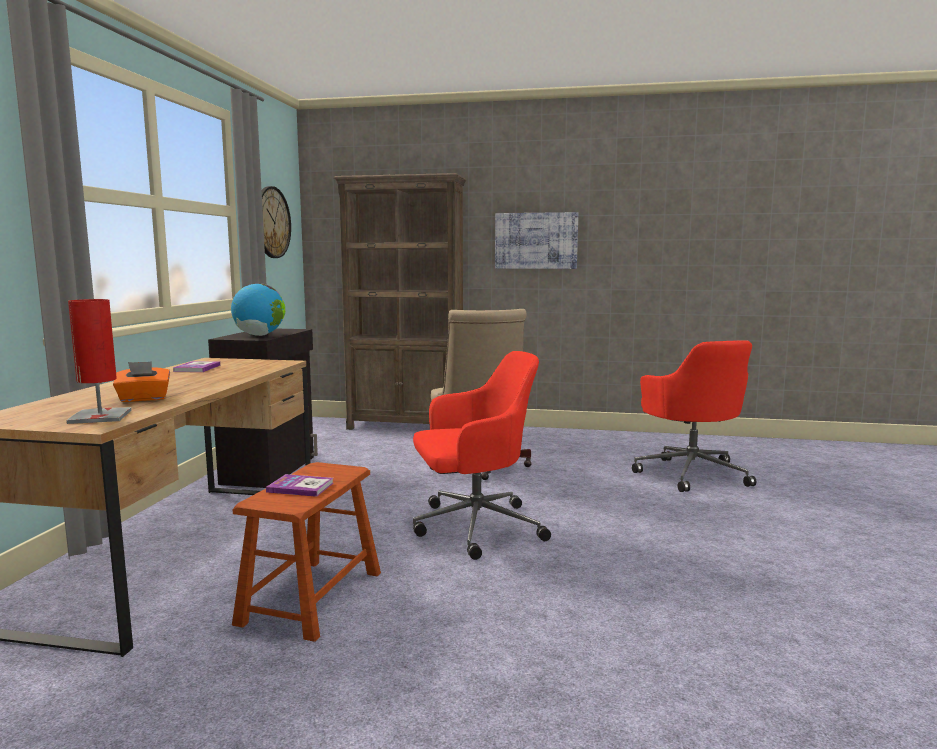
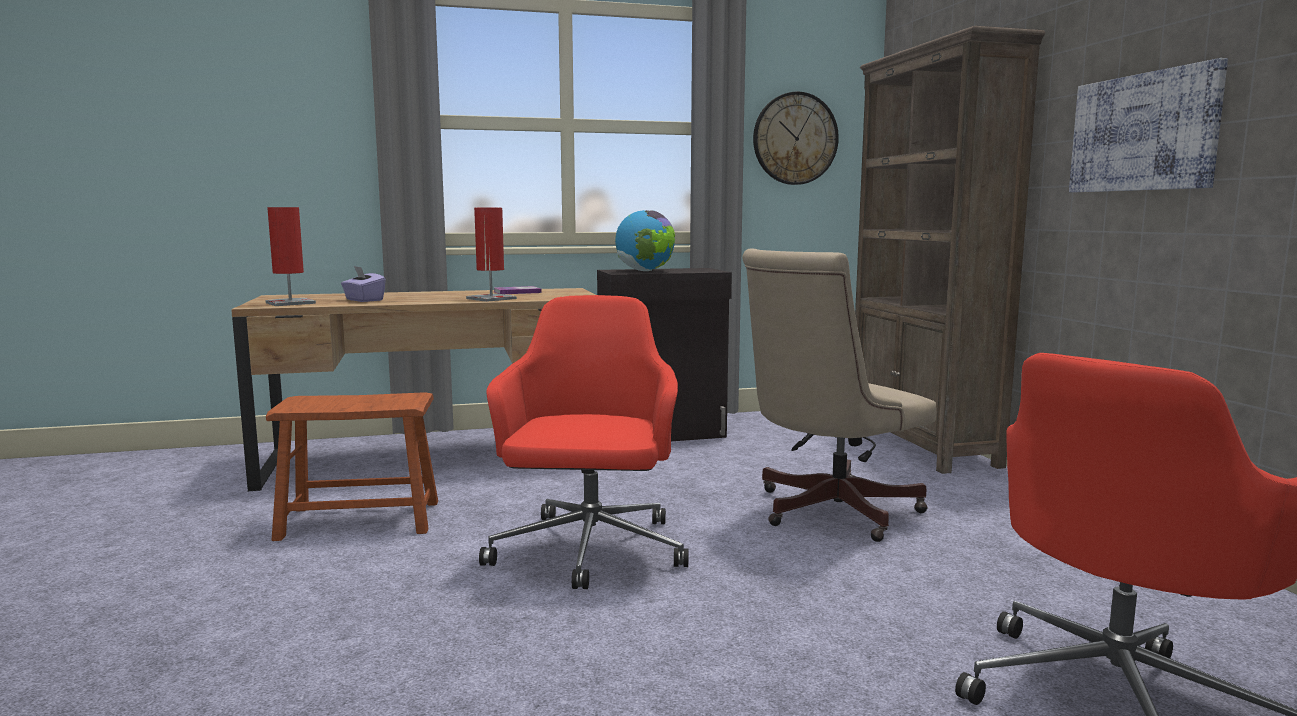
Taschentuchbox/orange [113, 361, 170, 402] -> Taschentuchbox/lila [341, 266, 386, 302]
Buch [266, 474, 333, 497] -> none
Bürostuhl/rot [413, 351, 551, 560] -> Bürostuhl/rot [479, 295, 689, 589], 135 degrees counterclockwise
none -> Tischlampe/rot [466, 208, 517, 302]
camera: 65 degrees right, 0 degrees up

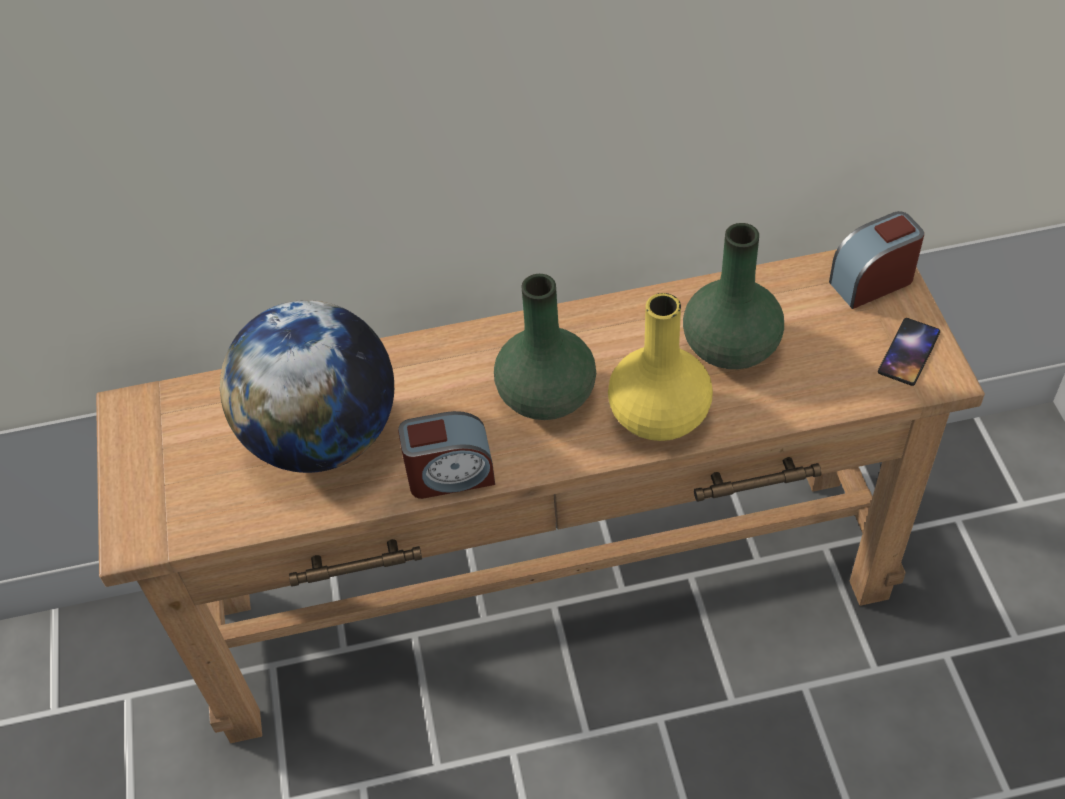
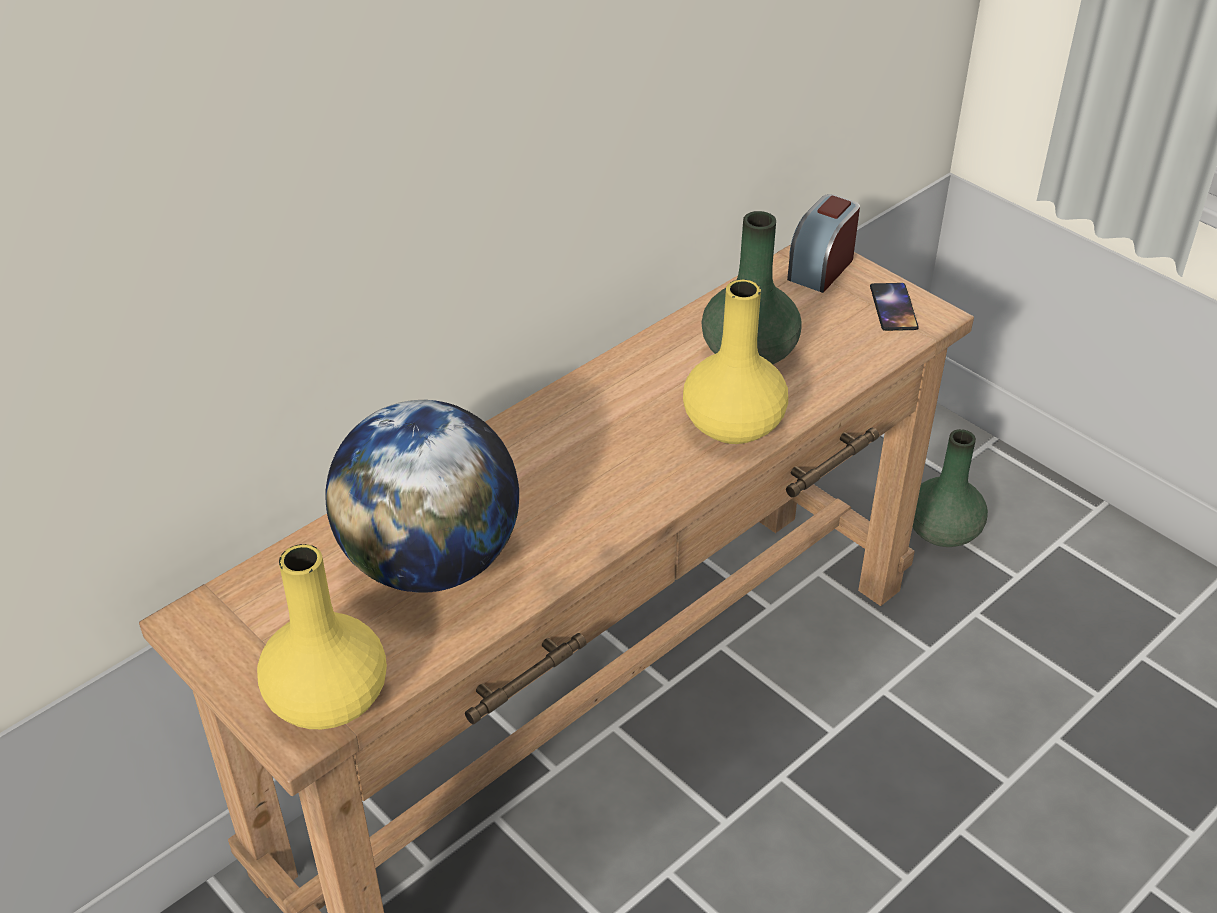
Wecker [398, 411, 495, 499] -> none
Vase/grün [494, 274, 596, 420] -> Vase/grün [913, 429, 988, 547], relocated
none -> Vase/gelb [257, 544, 387, 729]
camera: 35 degrees left, 10 degrees down

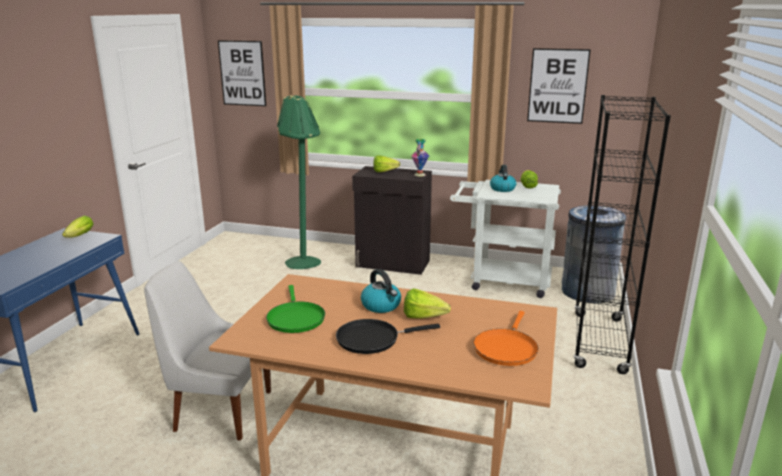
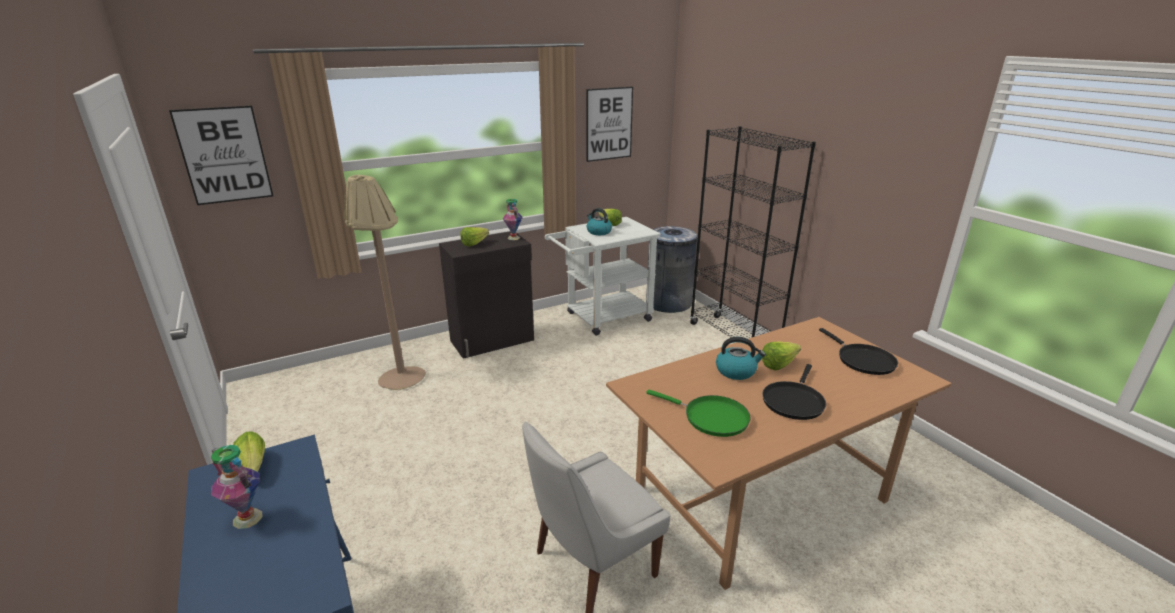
Stehlampe/grün [277, 95, 321, 269] -> Stehlampe/beige [343, 175, 426, 390]
Pfanne/orange [474, 311, 539, 366] -> Pfanne/schwarz [819, 328, 898, 375]
none -> Vase [211, 445, 262, 529]
camera: 45 degrees left, 5 degrees up

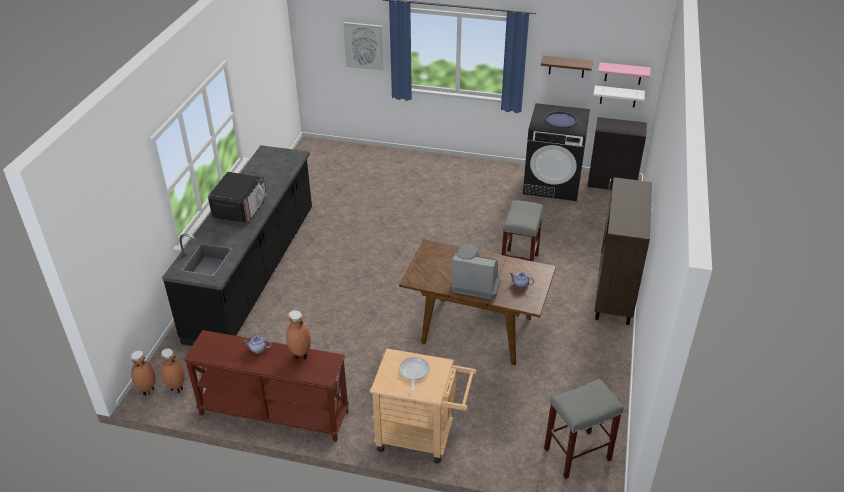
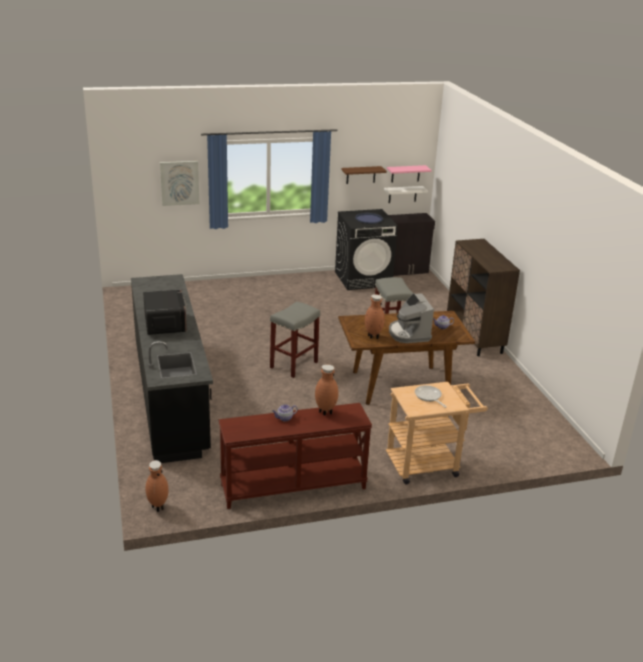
Vase/braun [161, 348, 185, 393] -> Vase/braun [365, 294, 385, 339], relocated
Kaffeemaschine [450, 244, 501, 299] -> Kaffeemaschine [389, 293, 434, 343], 90 degrees counterclockwise
Hocker/grau [544, 379, 624, 479] -> Hocker/grau [270, 302, 320, 378], relocated
camera: 30 degrees left, 10 degrees down

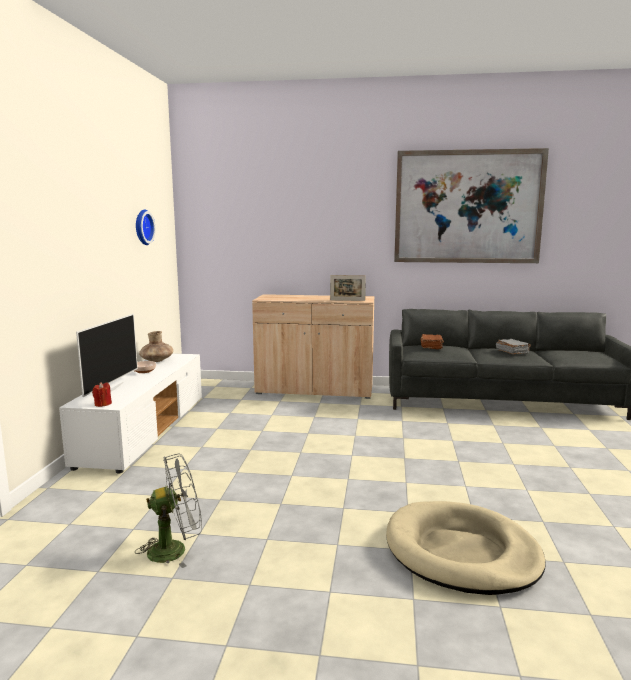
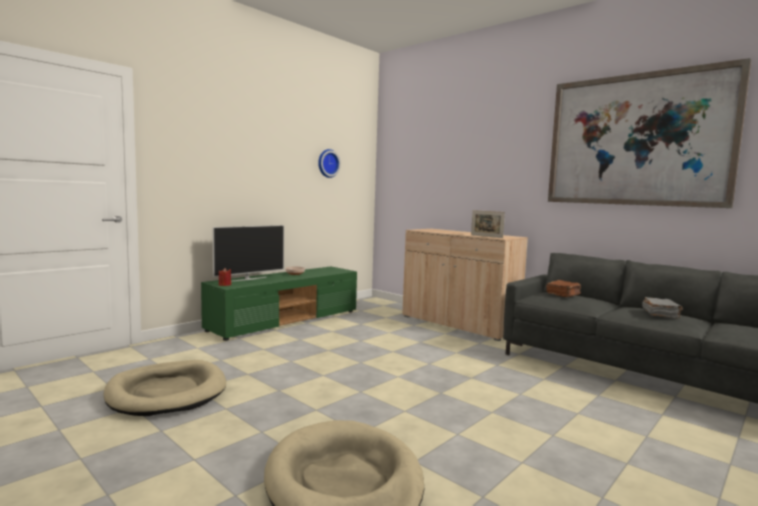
Fernsehschrank/weiß [59, 353, 202, 474] -> Fernsehschrank/grün [201, 267, 357, 341]
Ventilator/grau [135, 454, 202, 568] -> Hundebett/beige [103, 360, 226, 416]
Vase/braun [139, 331, 173, 362] -> none
camera: 35 degrees right, 5 degrees down

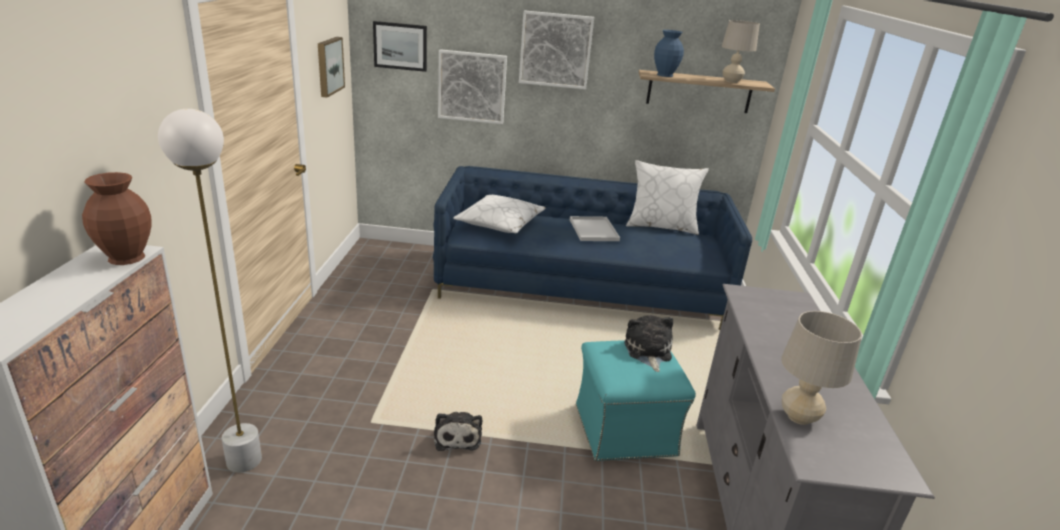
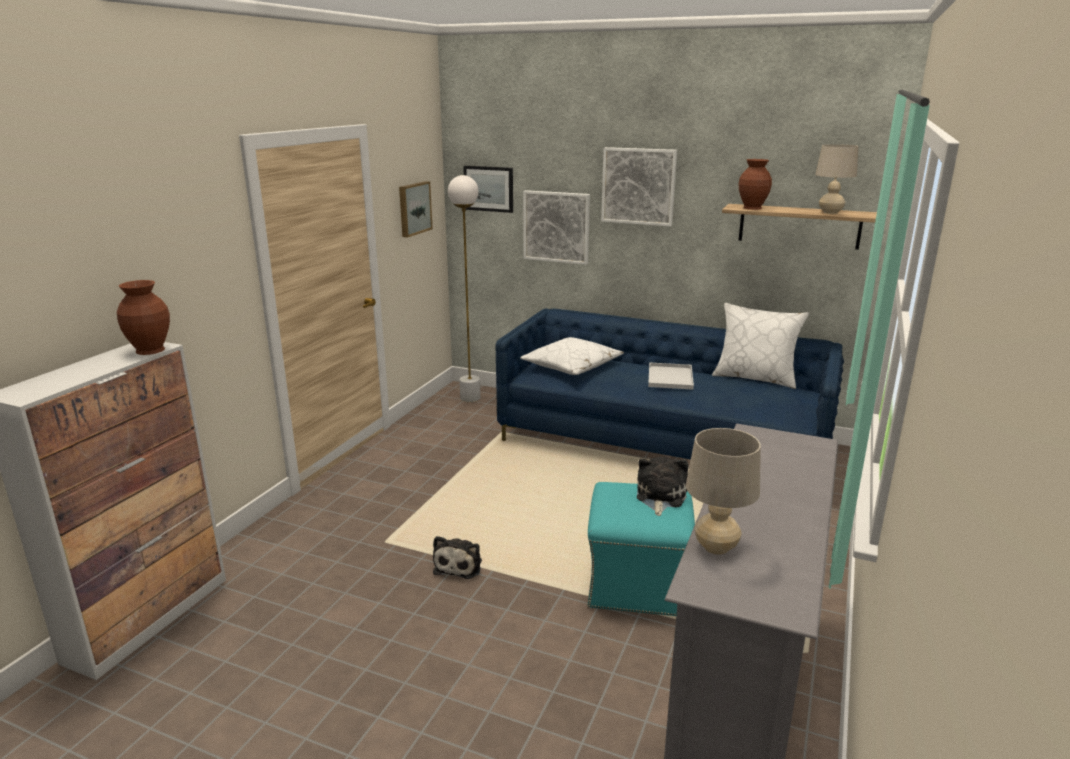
Stehlampe/weiß [158, 109, 262, 473] -> Stehlampe/weiß [448, 175, 481, 402], relocated
Vase/blau [654, 30, 684, 77] -> Vase/braun [739, 159, 772, 210]
camera: 20 degrees right, 5 degrees down

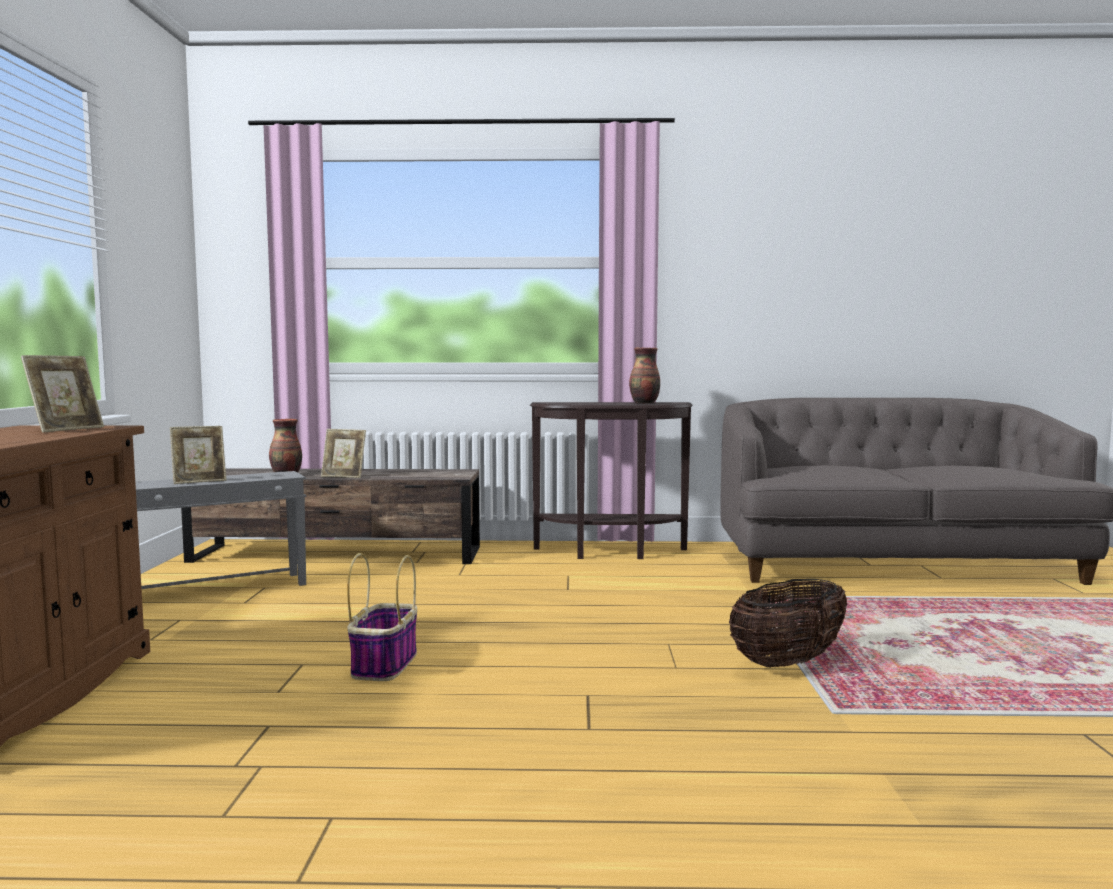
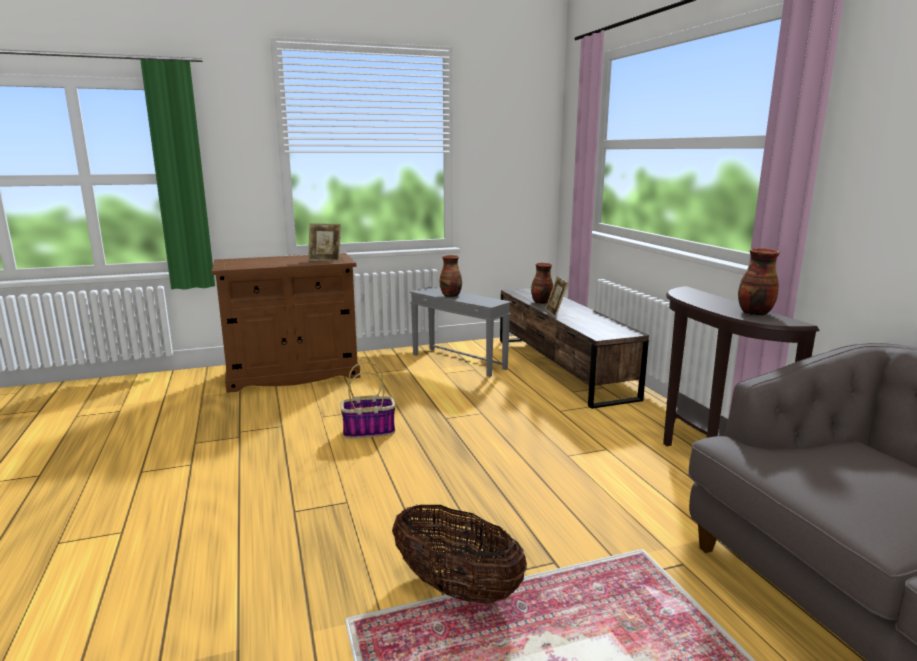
Bilderrahmen [170, 426, 227, 484] -> Vase [440, 255, 462, 297]
camera: 70 degrees right, 10 degrees up

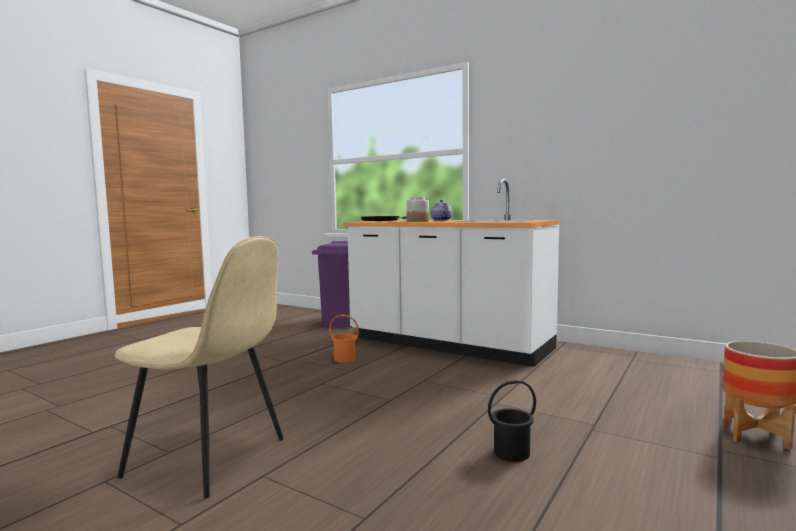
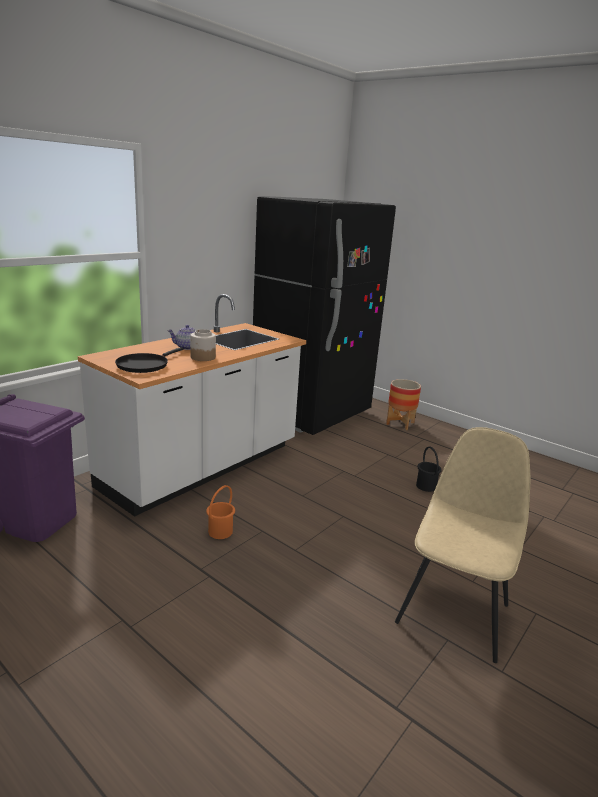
none -> Kühlschrank/schwarz [253, 196, 396, 435]
camera: 85 degrees left, 15 degrees up

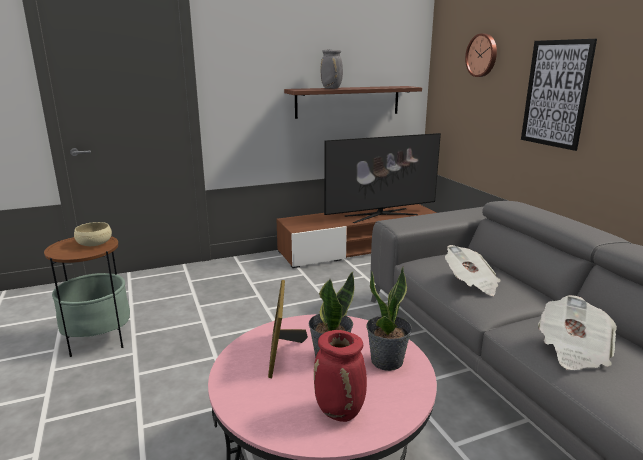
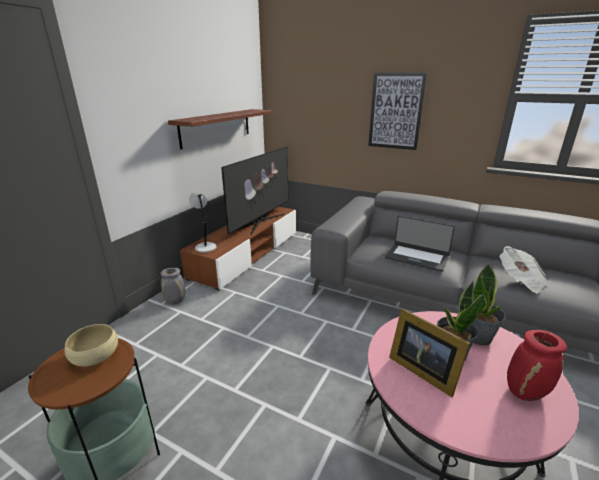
Vase/grau [321, 49, 343, 89] -> Vase/grau [161, 268, 185, 305], relocated
Zeitung [445, 245, 501, 296] -> Laptop [385, 216, 455, 272]
Wanduhr [465, 34, 497, 77] -> none
none -> Tischlampe/grau [189, 192, 217, 253]
camera: 40 degrees left, 5 degrees up

